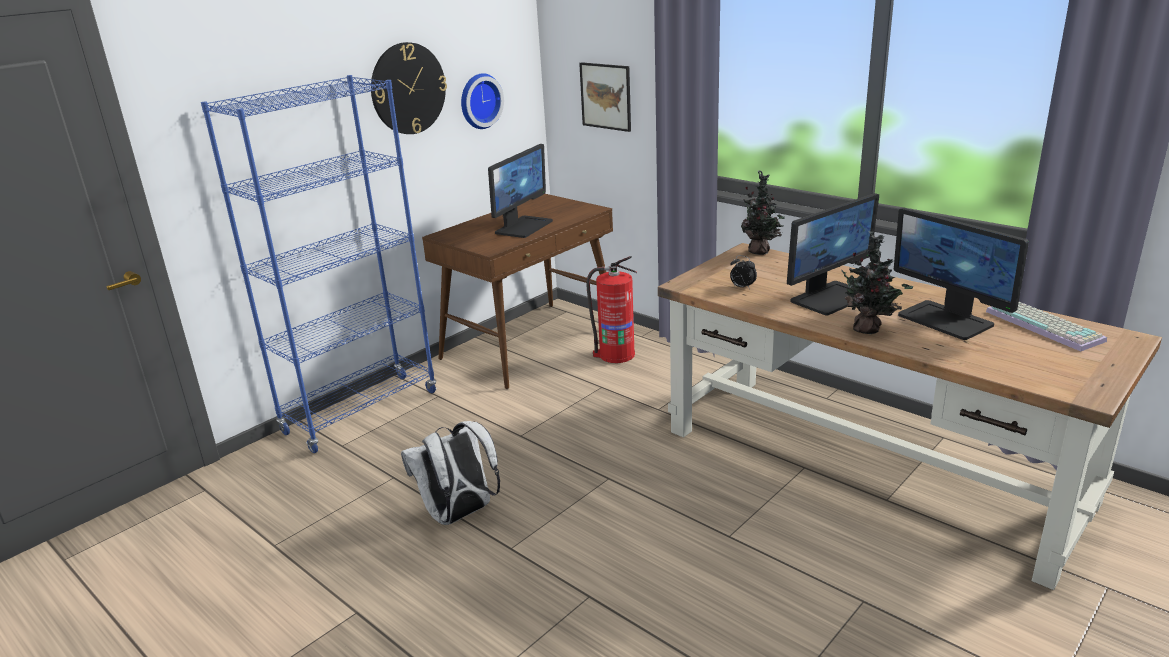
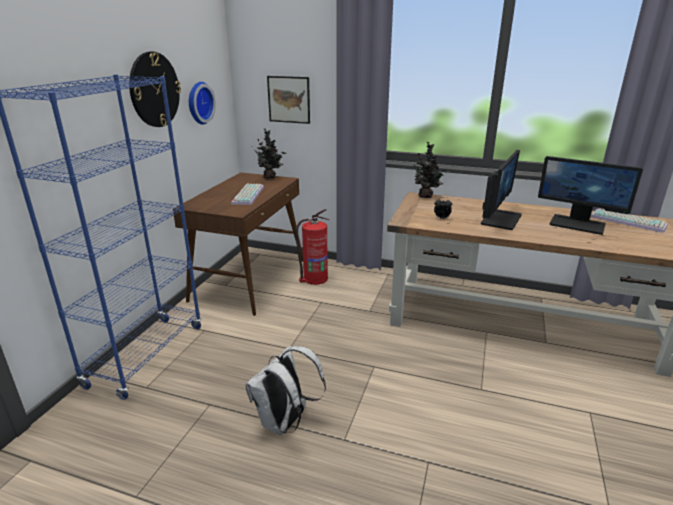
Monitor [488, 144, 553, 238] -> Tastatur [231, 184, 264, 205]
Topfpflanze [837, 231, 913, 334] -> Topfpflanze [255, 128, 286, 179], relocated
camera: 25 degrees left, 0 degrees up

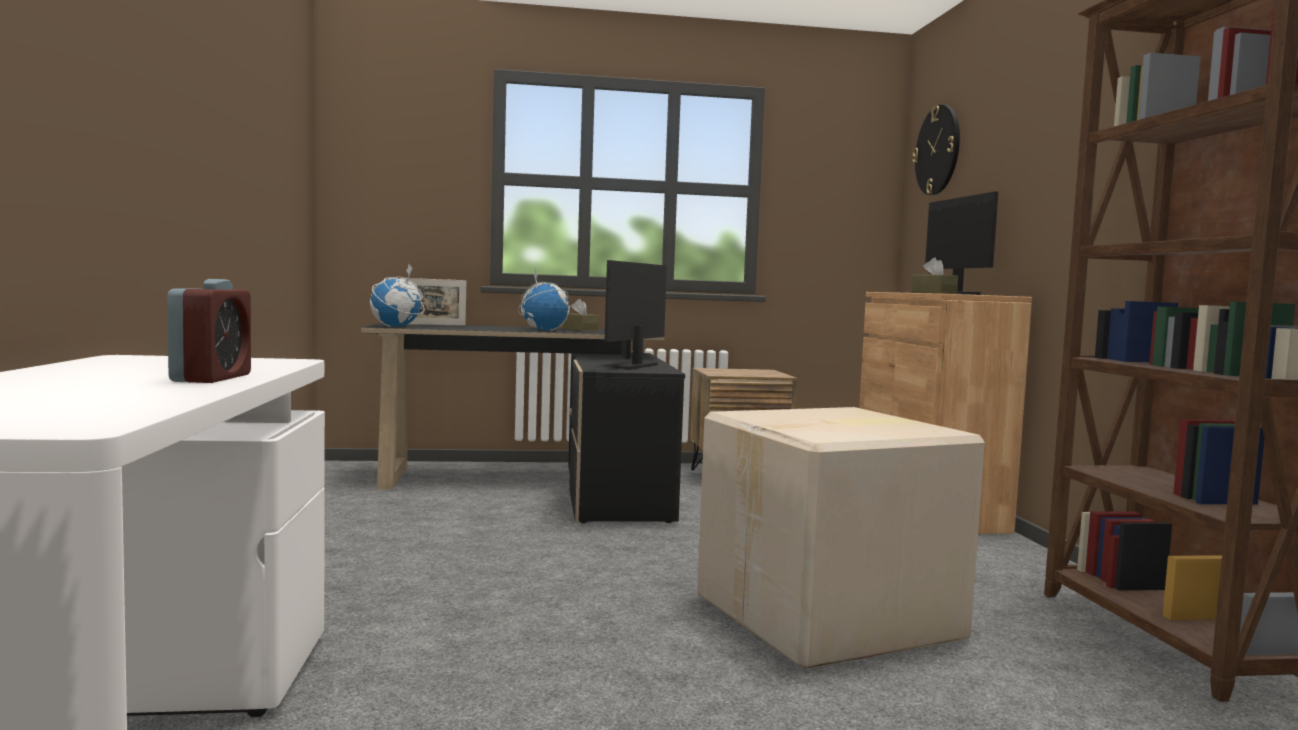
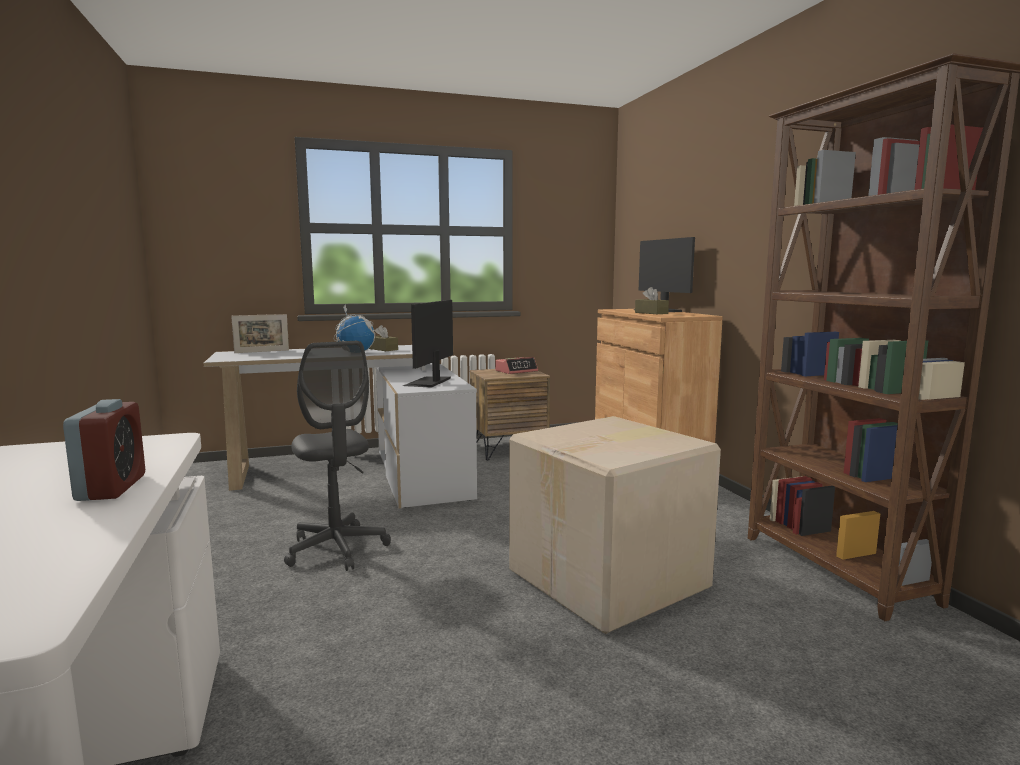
Schreibtisch/schwarz [361, 323, 685, 523] -> Schreibtisch/weiß [204, 345, 477, 508]
Globus [370, 264, 425, 327] -> none
Wanduhr [912, 105, 960, 195] -> none
none -> Bürostuhl/grau [284, 341, 391, 571]
none -> Wecker [495, 357, 538, 374]
camera: 10 degrees left, 5 degrees up

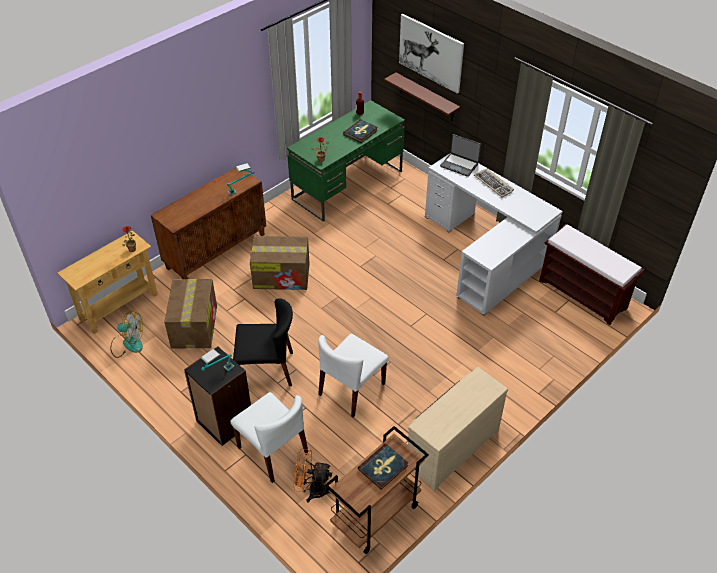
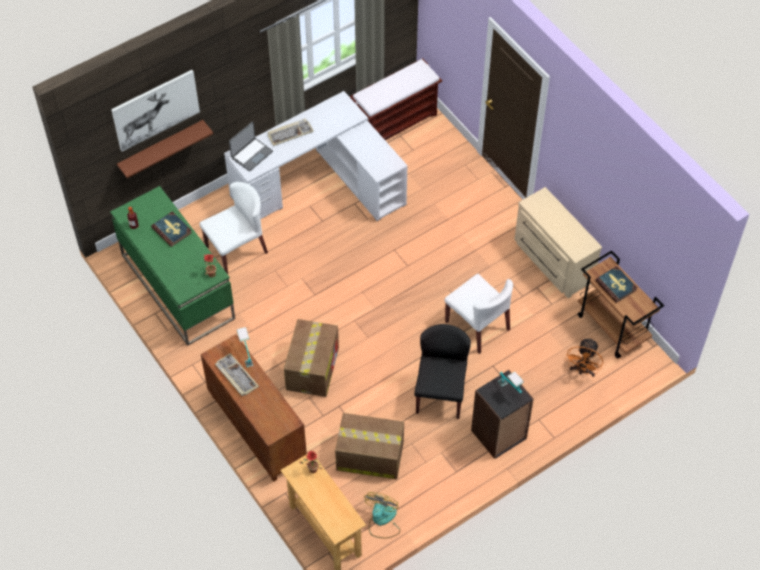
Stuhl/weiß [230, 392, 309, 483] -> Stuhl/weiß [200, 182, 268, 274], relocated
none -> Tastatur [215, 353, 259, 396]
camera: 80 degrees left, 10 degrees up

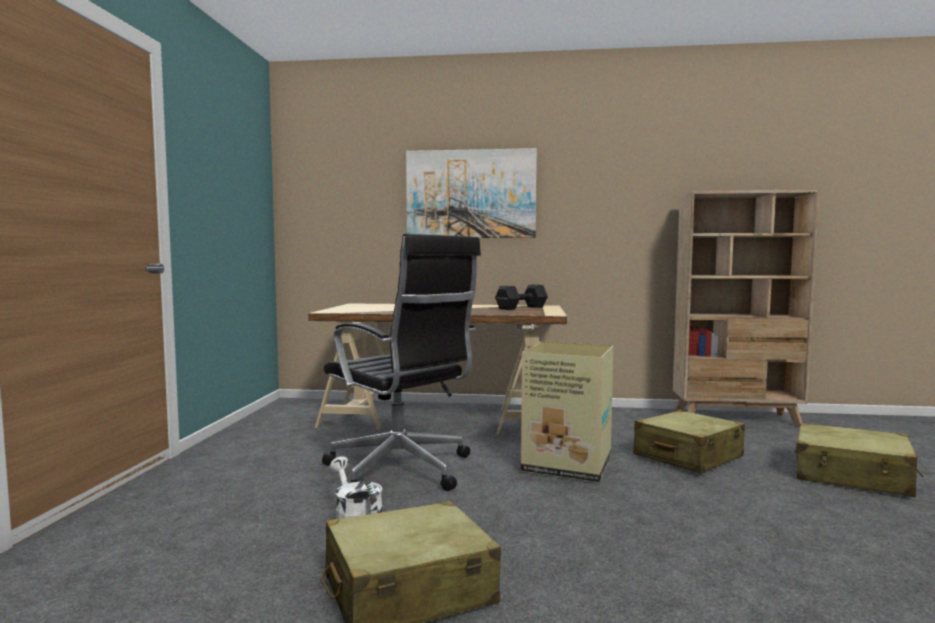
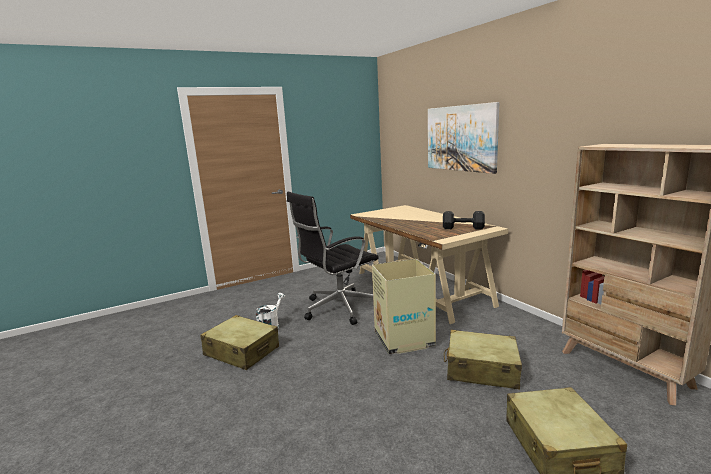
Bürostuhl/schwarz [322, 234, 481, 491] -> Bürostuhl/schwarz [287, 192, 379, 325], 45 degrees clockwise
camera: 55 degrees right, 10 degrees up

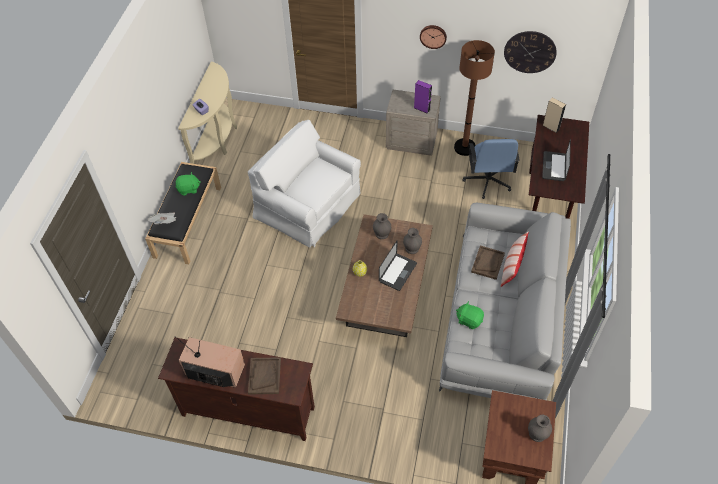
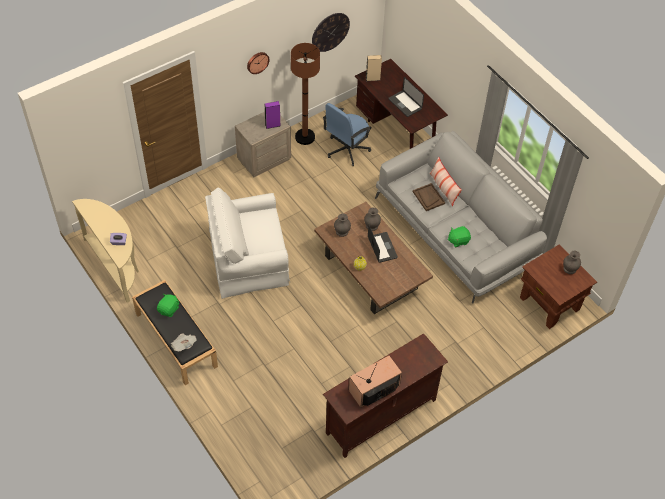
Tablett/braun [248, 357, 281, 394] -> none
Bürostuhl/blau [462, 139, 520, 199] -> Bürostuhl/blau [323, 103, 372, 166], 90 degrees clockwise
camera: 50 degrees left, 0 degrees up

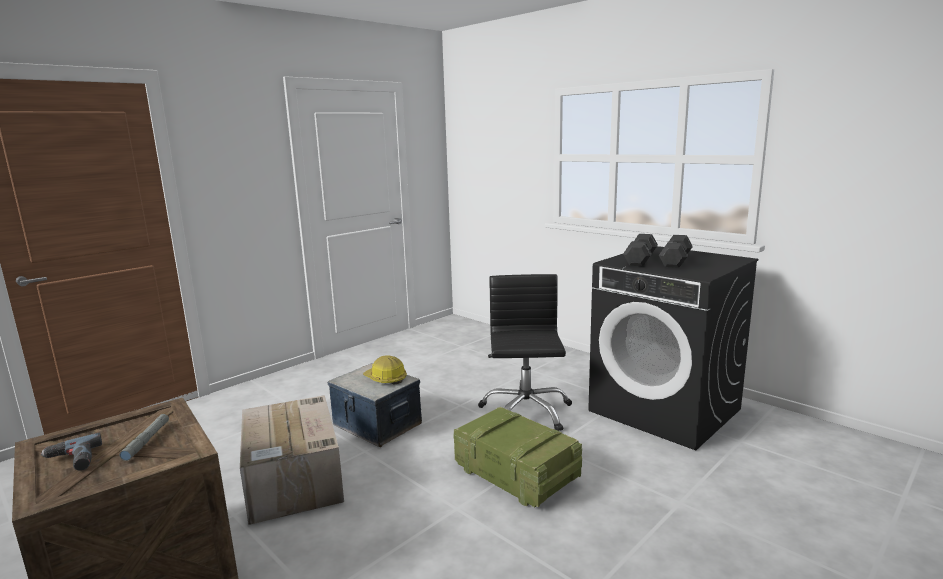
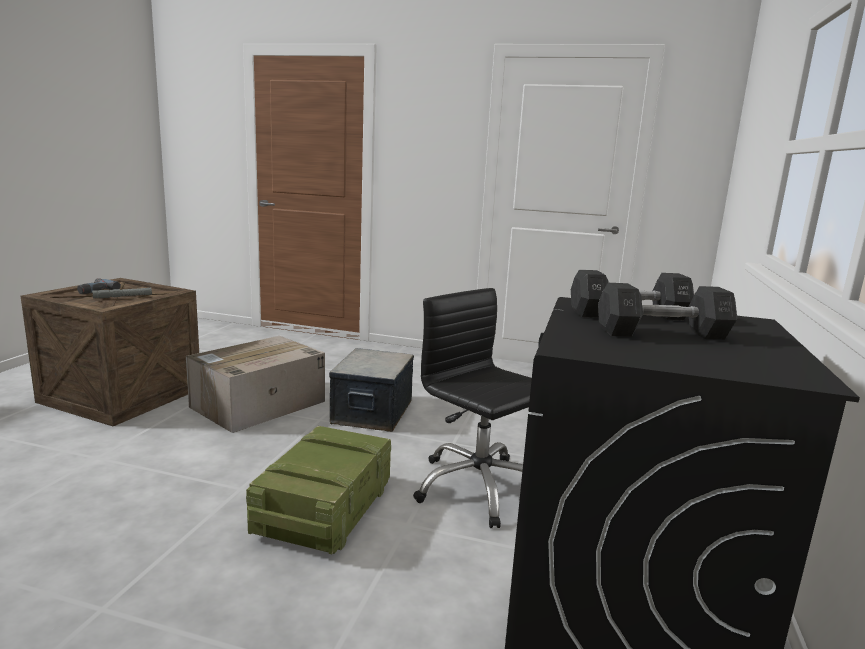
Schutzhelm [363, 355, 407, 385] -> none
Bürostuhl/schwarz [478, 274, 572, 431] -> Bürostuhl/schwarz [413, 288, 532, 528], 105 degrees counterclockwise
camera: 60 degrees right, 0 degrees up

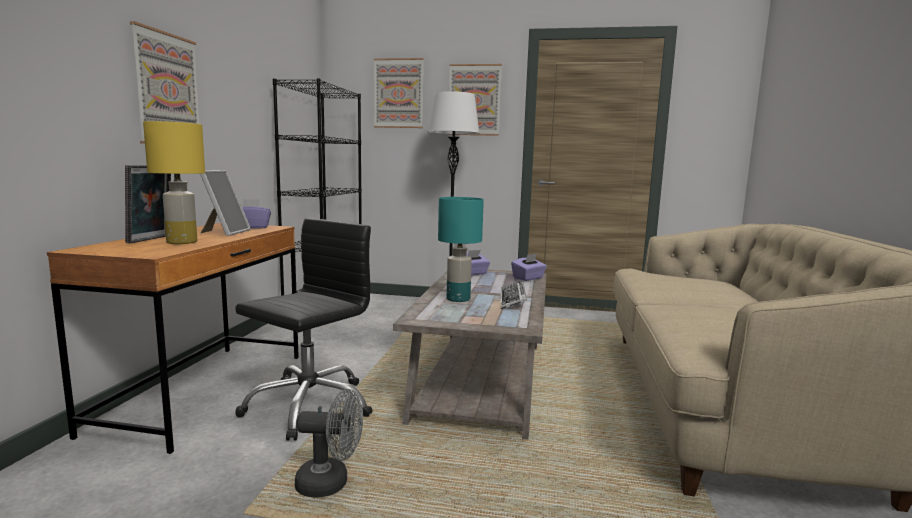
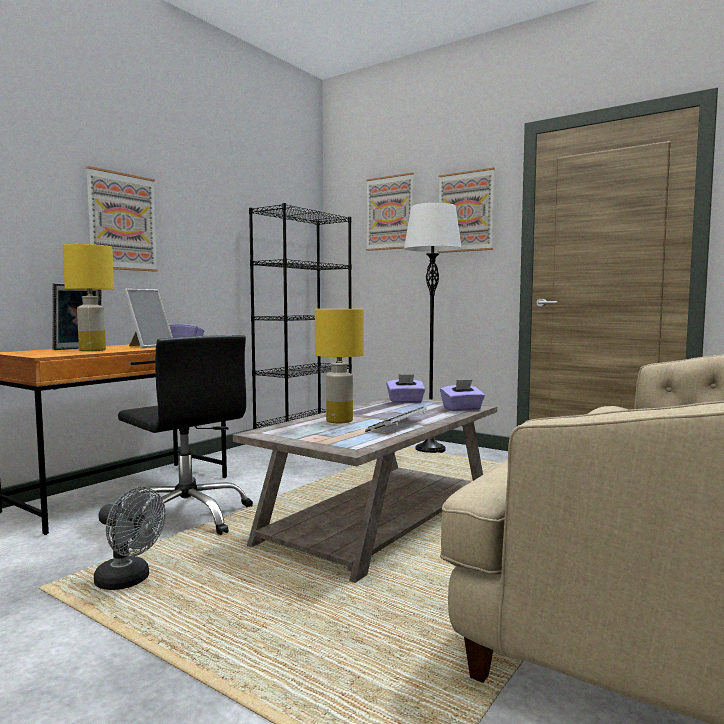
Bürostuhl/schwarz [235, 218, 373, 441] -> Bürostuhl/schwarz [118, 335, 253, 540], 75 degrees clockwise
Tischlampe/türkis [438, 197, 484, 302] -> Tischlampe/gelb [315, 309, 364, 423]
camera: 25 degrees right, 5 degrees down

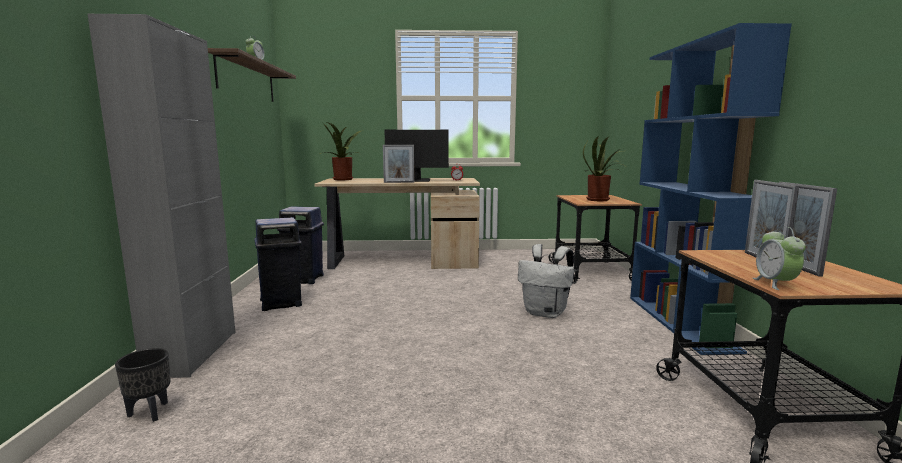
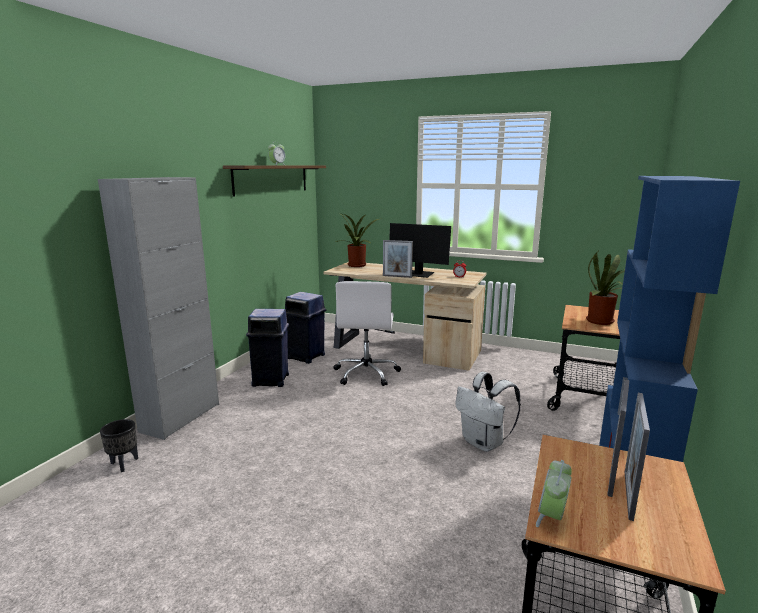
none -> Bürostuhl/weiß [334, 281, 401, 386]
camera: 25 degrees right, 5 degrees up

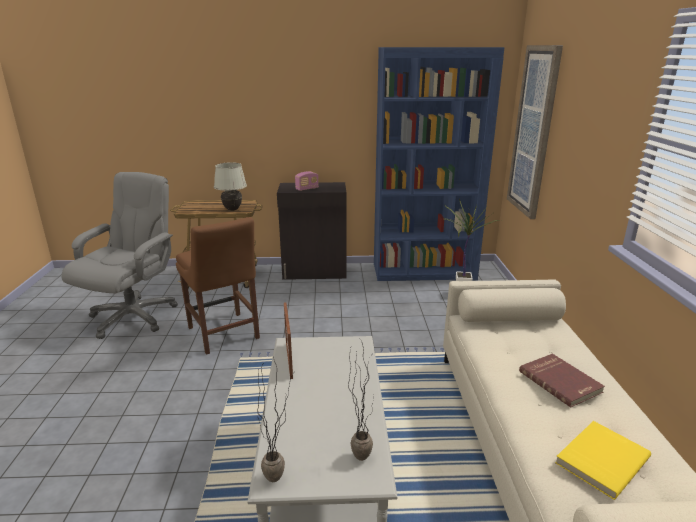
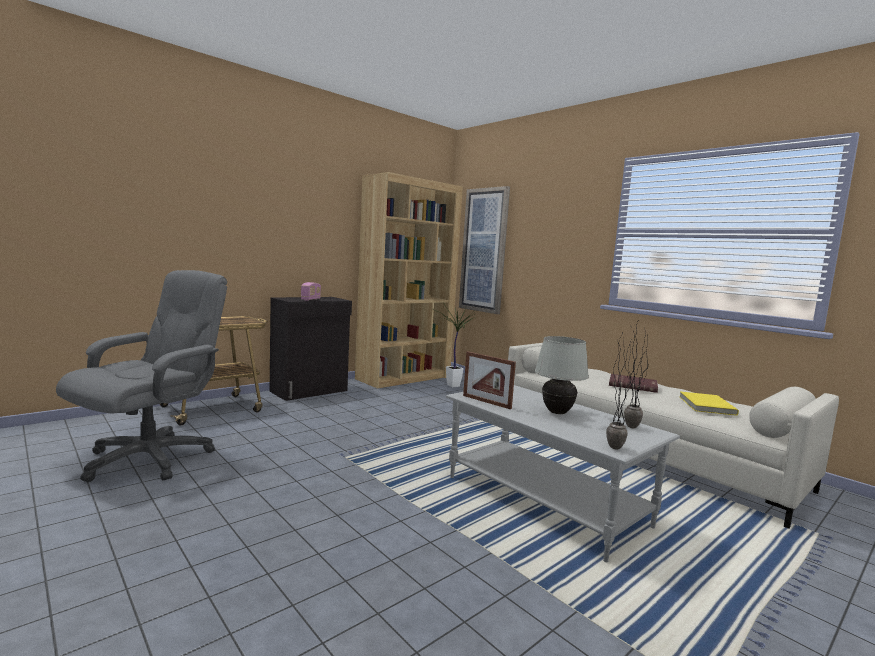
Bürostuhl/grau [61, 172, 178, 339] -> Bürostuhl/grau [56, 270, 227, 482], 45 degrees clockwise
Stuhl/braun [176, 217, 260, 355] -> none
Tischlampe/weiß [214, 162, 247, 211] -> Tischlampe/weiß [535, 336, 589, 414], relocated
Bücherregal/blau [374, 47, 505, 281] -> Bücherregal/braun [355, 172, 463, 388]
camera: 40 degrees left, 15 degrees down

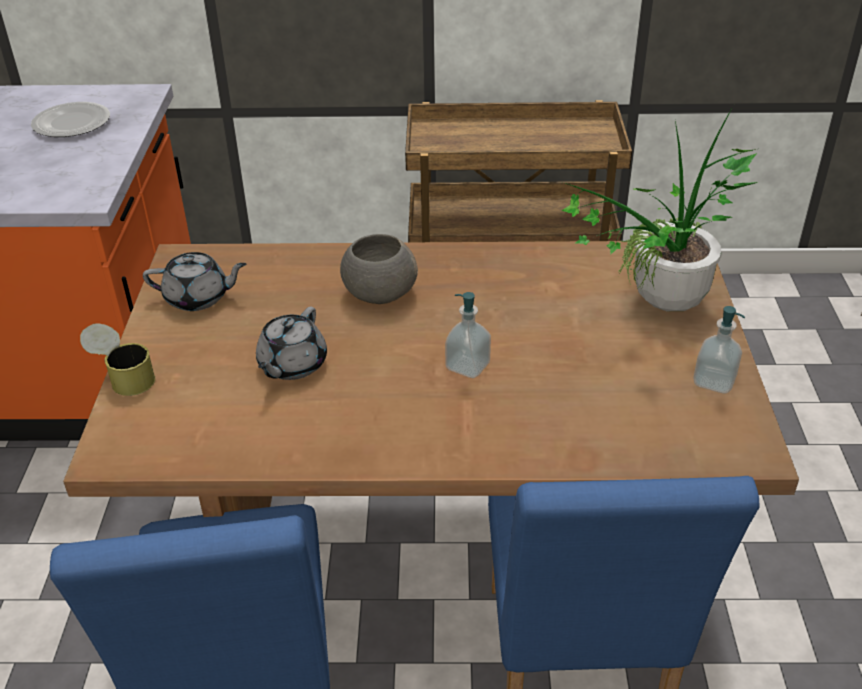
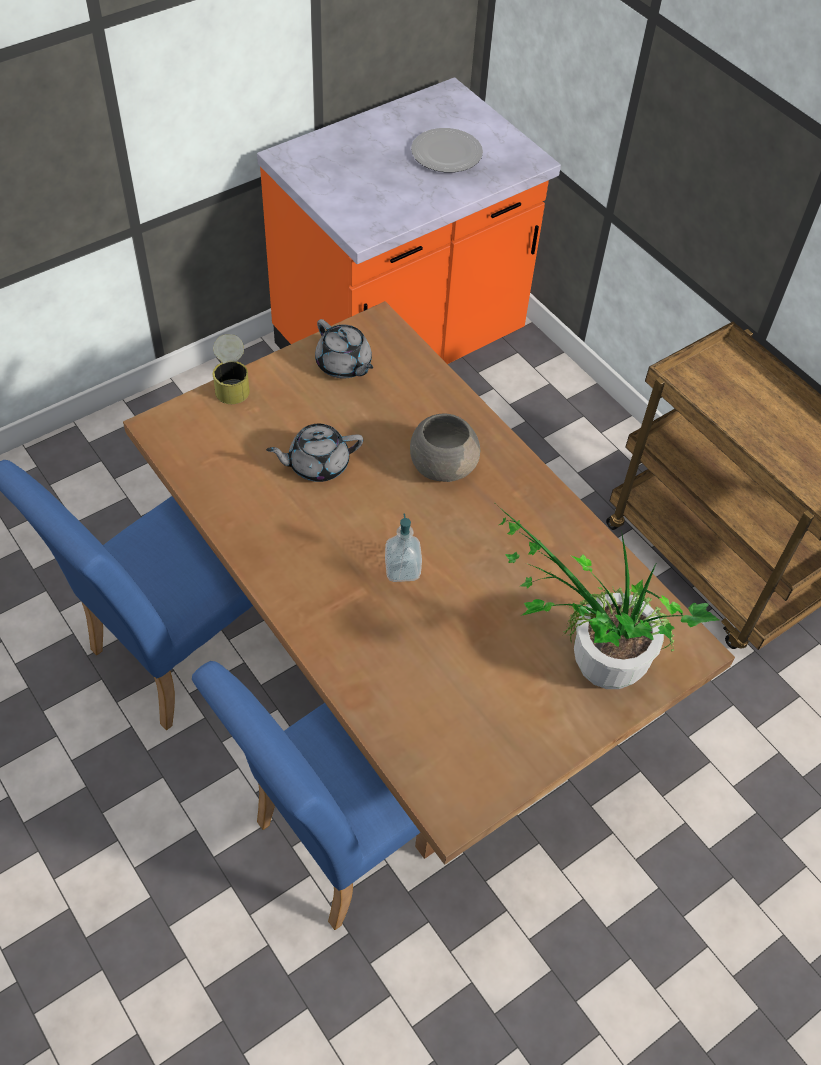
Seifenspender [693, 306, 745, 394] -> none
camera: 50 degrees right, 15 degrees up

